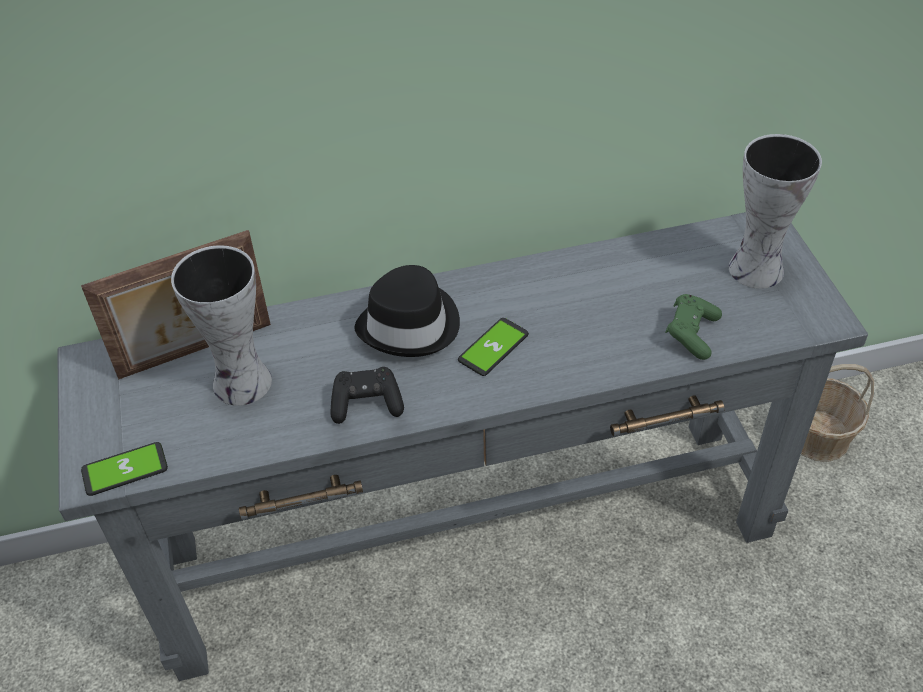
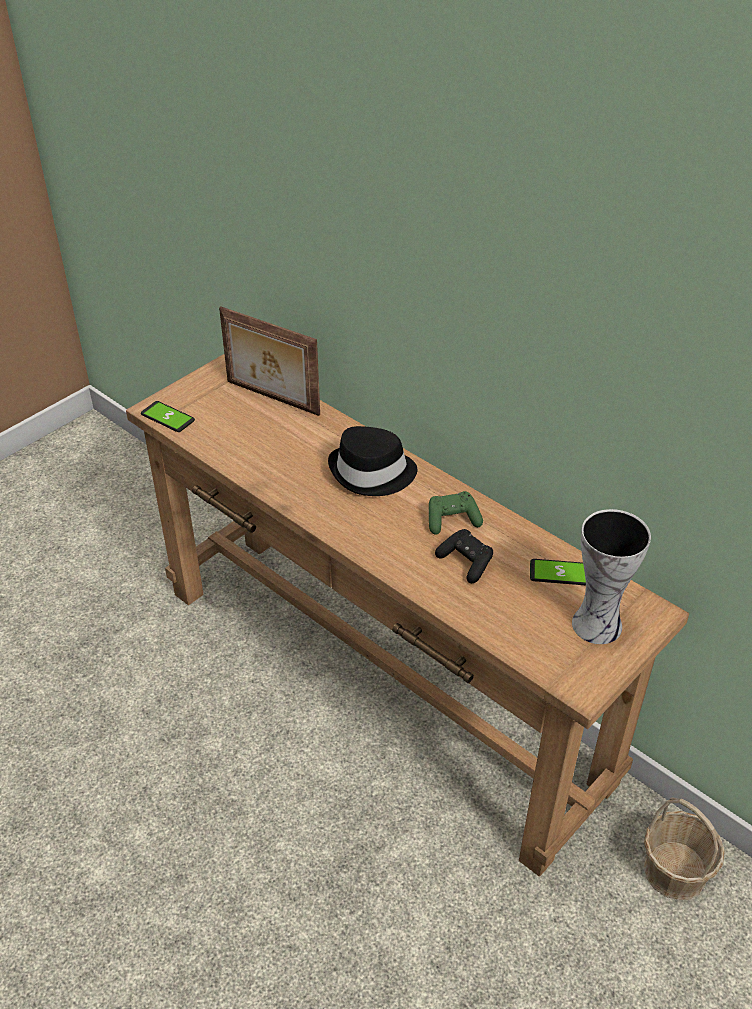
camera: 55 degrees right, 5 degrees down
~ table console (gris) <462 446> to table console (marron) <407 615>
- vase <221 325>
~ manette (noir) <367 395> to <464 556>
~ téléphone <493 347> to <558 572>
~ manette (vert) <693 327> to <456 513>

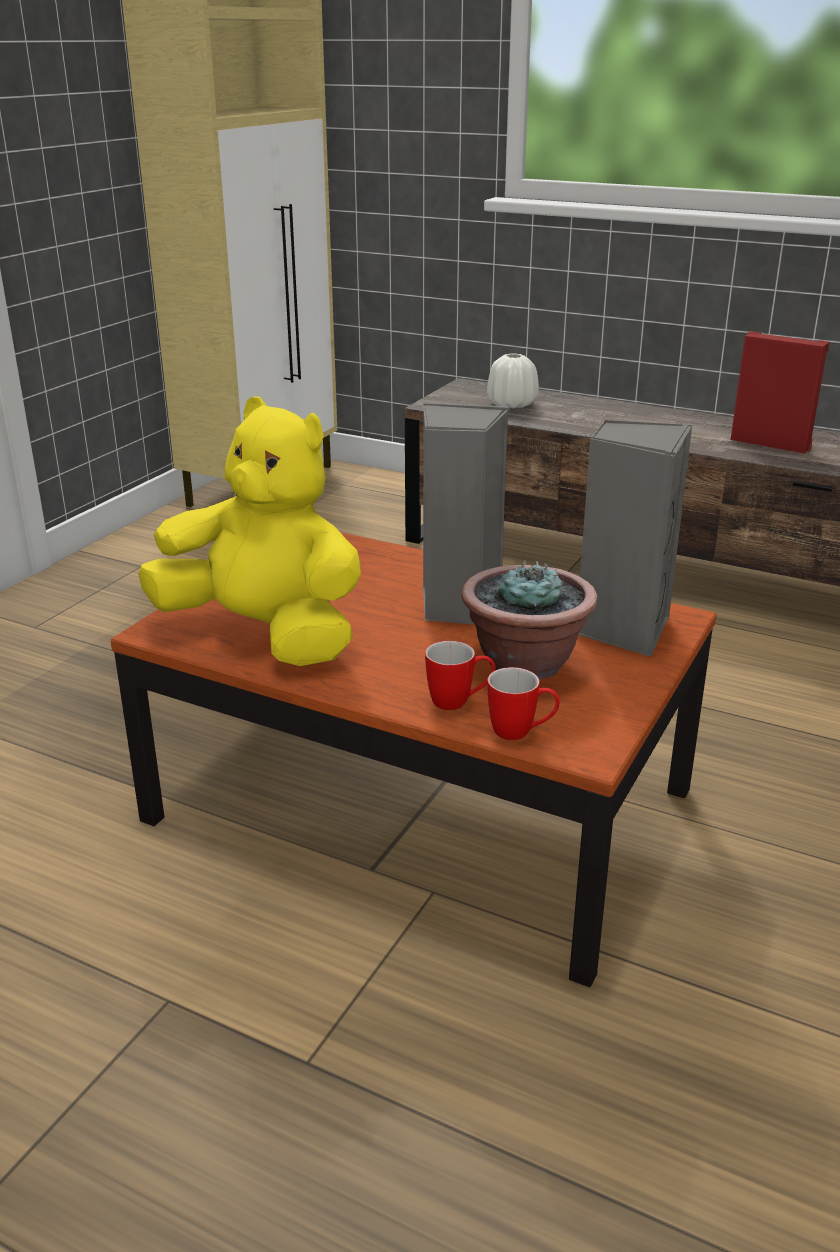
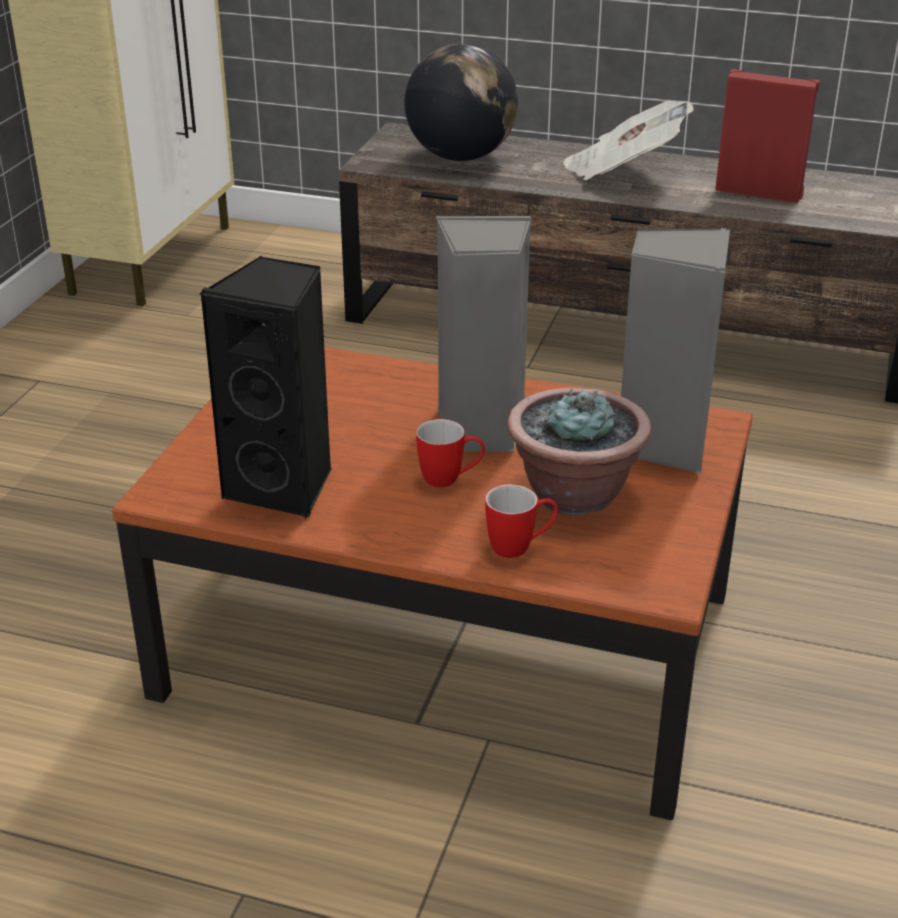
camera: 10 degrees left, 5 degrees up
~ peluche (jaune) <249 531> to enceinte (noir) <265 387>
~ vase (blanc) <513 380> to globe <461 102>
~ mug <523 703> to <450 453>
+ journal <628 140>

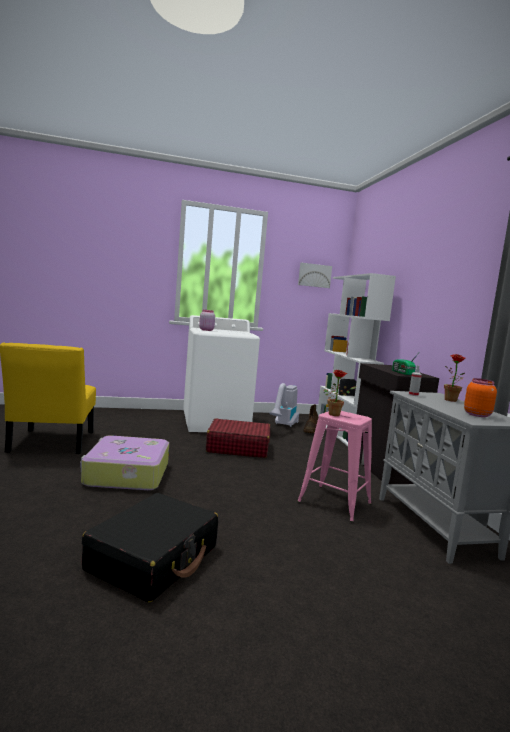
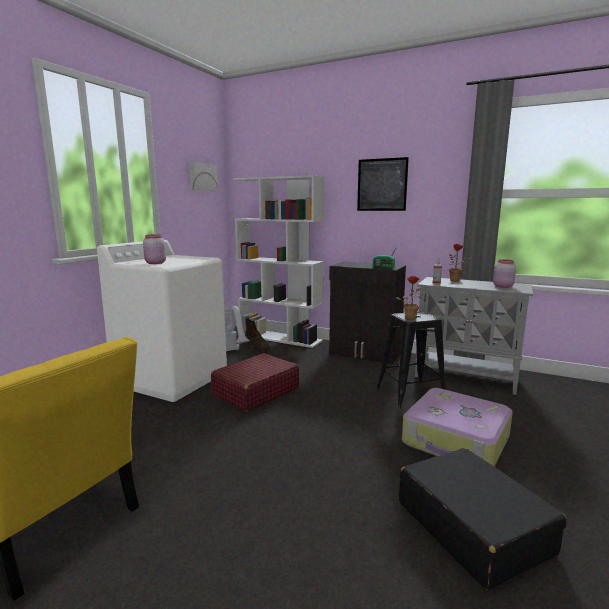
camera: 50 degrees left, 5 degrees up
~ valise <124 462> to <457 427>
~ tabouret (rose) <334 466> to tabouret (noir) <411 360>
~ bocal (orange) <480 397> to bocal (rose) <504 273>
+ tableau <383 184>

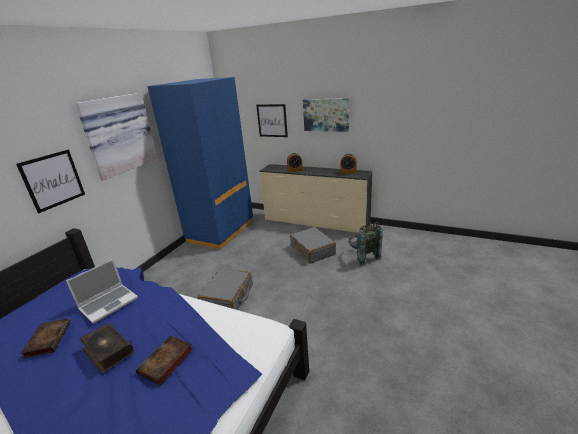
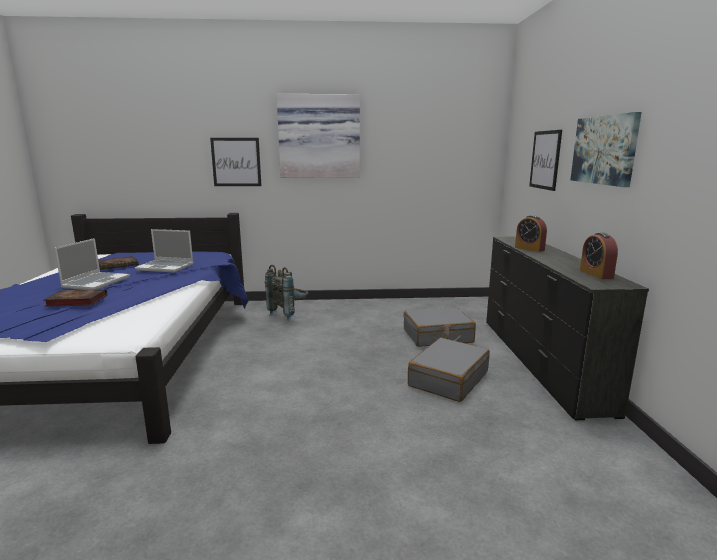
camera: 60 degrees right, 10 degrees down
~ livre <106 348> to ordinateur portable <92 264>
- armoire (bleu) <200 163>
~ valise (gris) <225 289> to <440 327>
~ commode (beige) <316 198> to commode (noir) <567 328>
~ sac à dos (gris) <365 244> to <286 293>

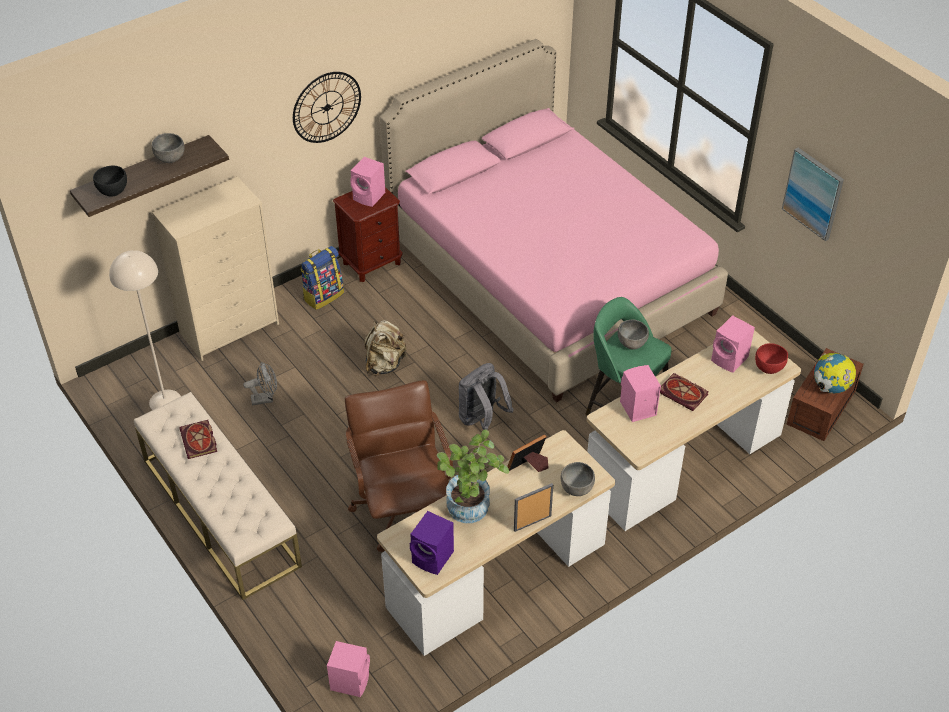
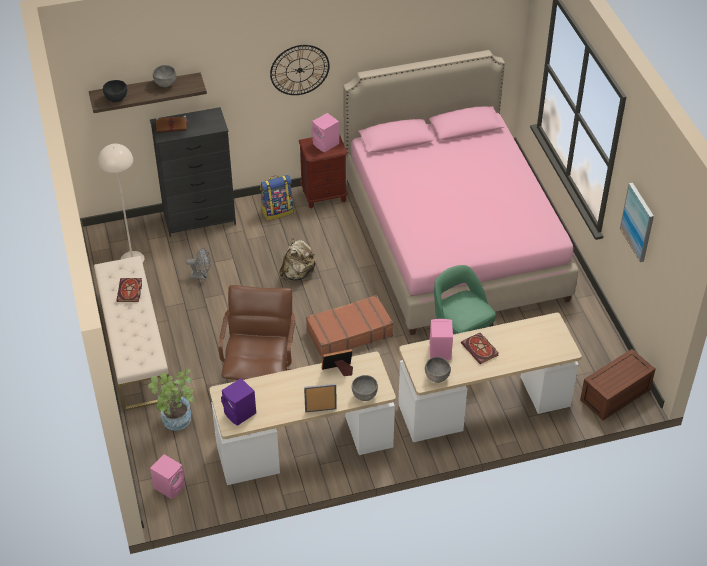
camera: 20 degrees right, 0 degrees up
~ commode (beige) <215 269> to commode (noir) <193 172>
~ plante en pot <473 476> to <171 400>
~ sac à dos (gris) <486 396> to valise (marron) <349 326>
~ bol (gris) <633 335> to <438 370>
- enceinte (rose) <733 344>
- bol (rouge) <771 358>
- globe <834 373>
+ livre (marron) <172 124>

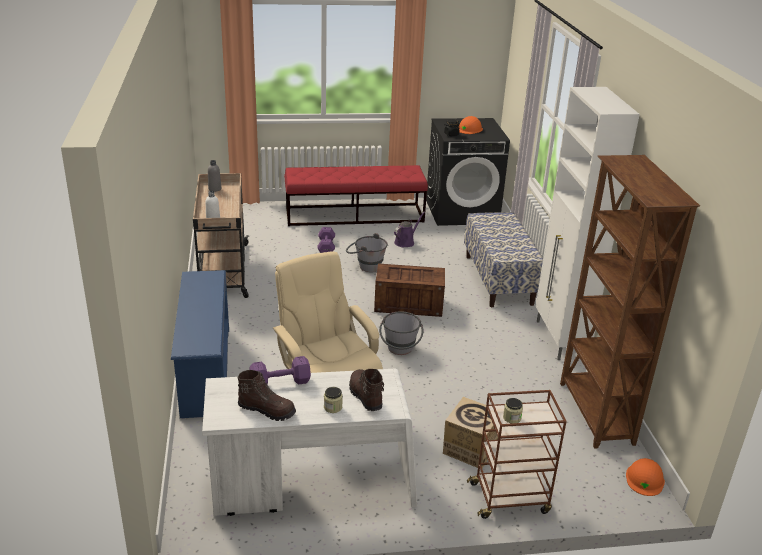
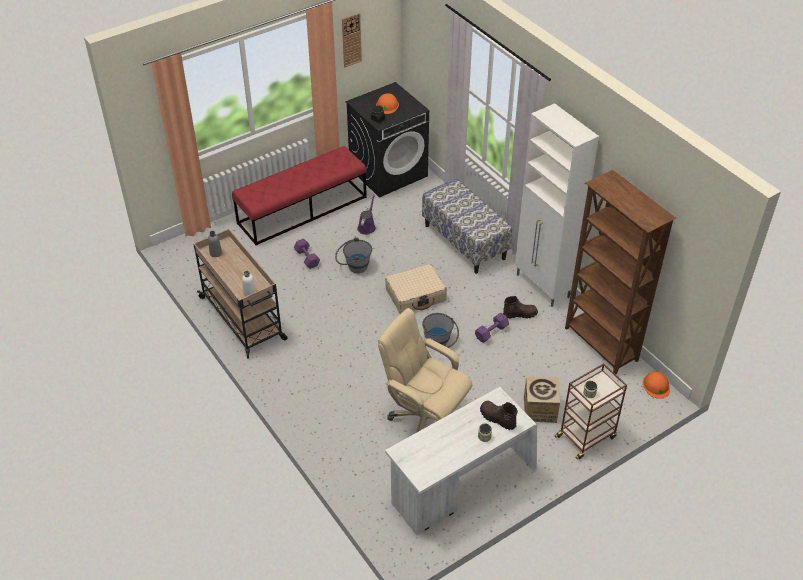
camera: 25 degrees left, 15 degrees up
- étagère à chaussures (bleu) <200 344>
~ botte (marron) <267 395> to <520 307>
~ haltère (violet) <280 370> to <492 328>
~ caisse <409 290> to valise (beige) <416 289>
+ horloge murale <352 40>

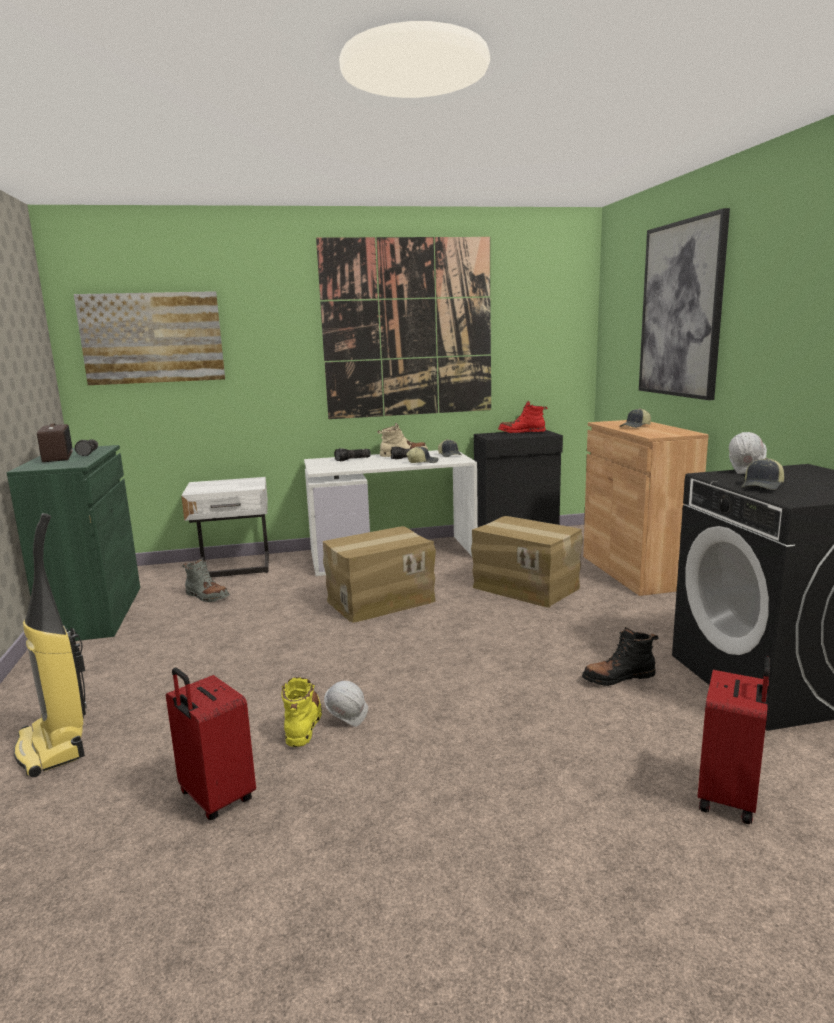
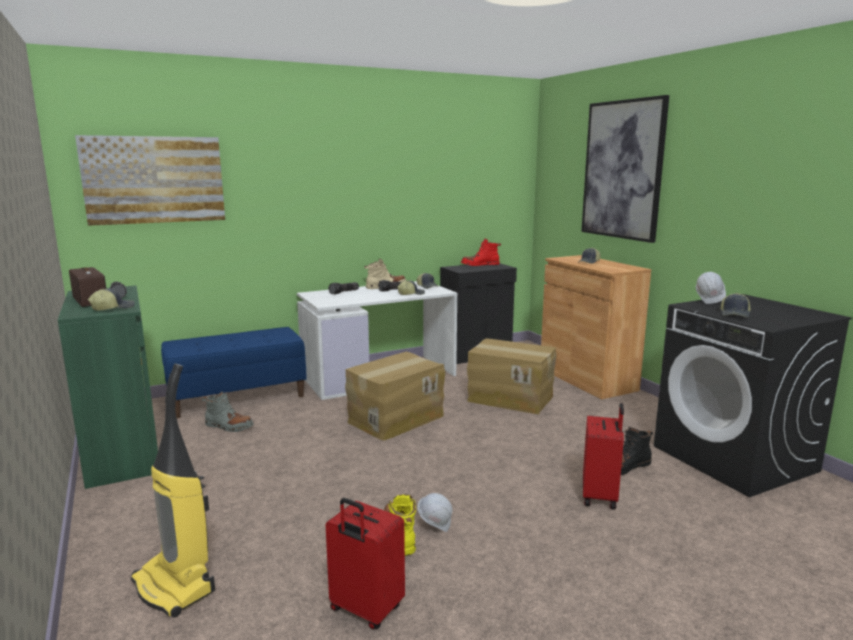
camera: 15 degrees left, 0 degrees up
~ table de chevet (blanc) <225 527> to banc (bleu) <234 372>
- tableau <403 328>
~ valise (rouge) <734 740> to <603 456>
+ casquette <111 300>

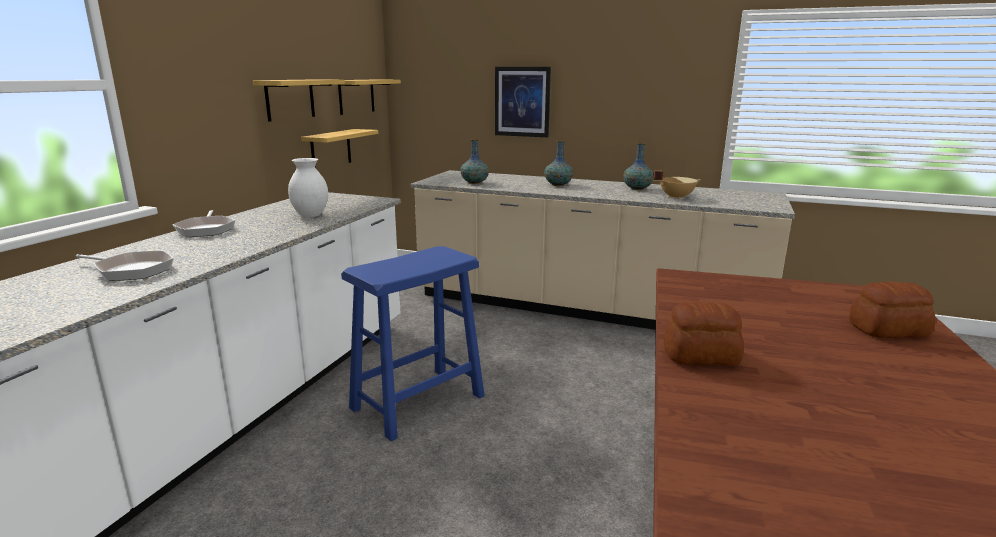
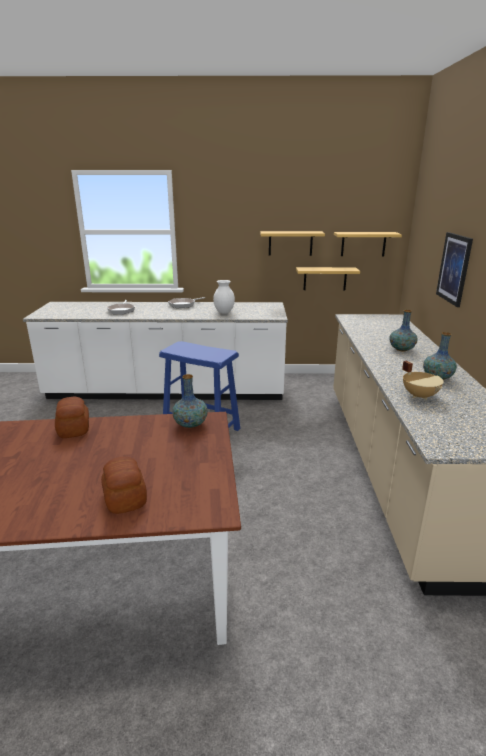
camera: 70 degrees right, 5 degrees up
~ vase <474 161> to <190 401>

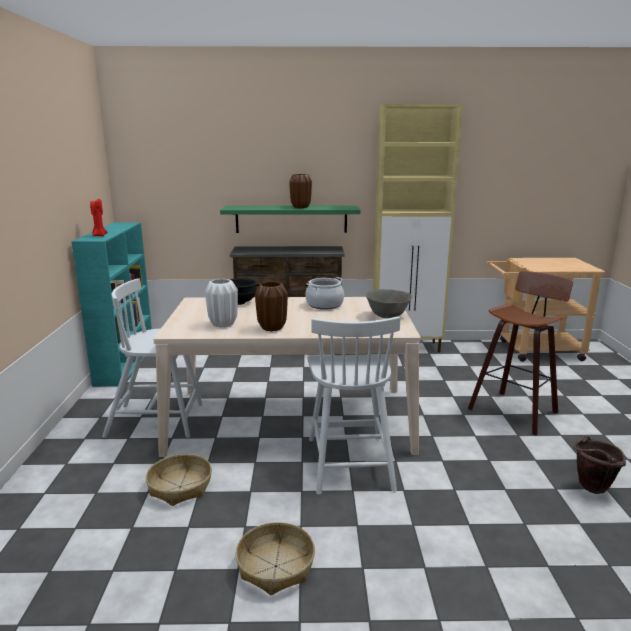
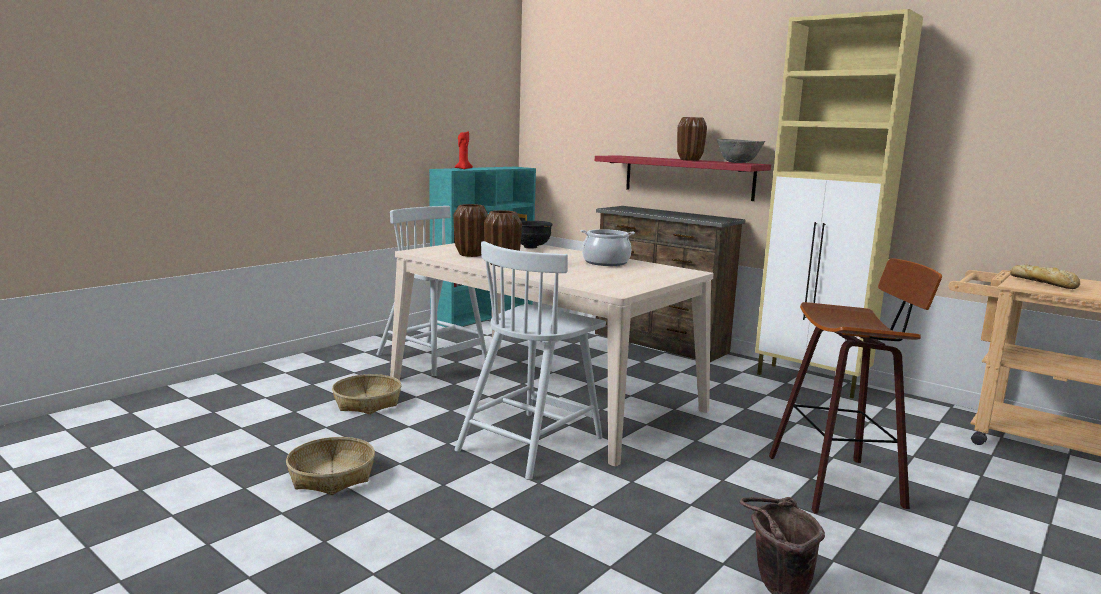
camera: 40 degrees right, 5 degrees down
~ vase (blanc) <221 303> to vase (marron) <470 230>
~ étagère (vert) <290 219> to étagère (rouge) <683 178>
~ bol (gris) <389 303> to <741 151>
+ pain <1045 276>

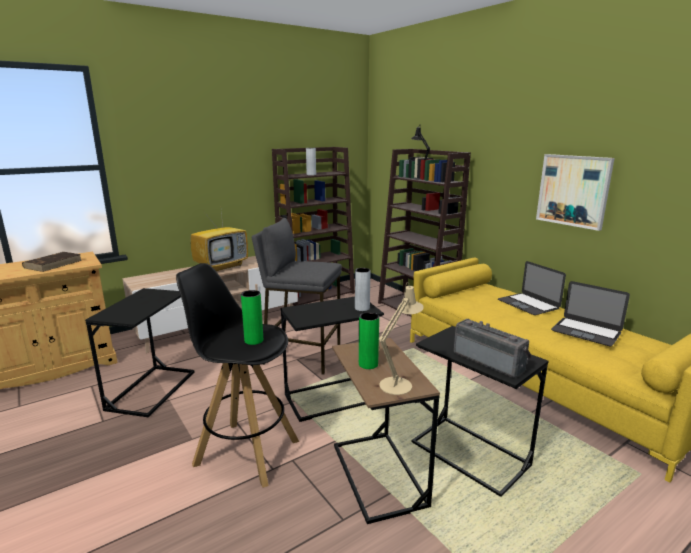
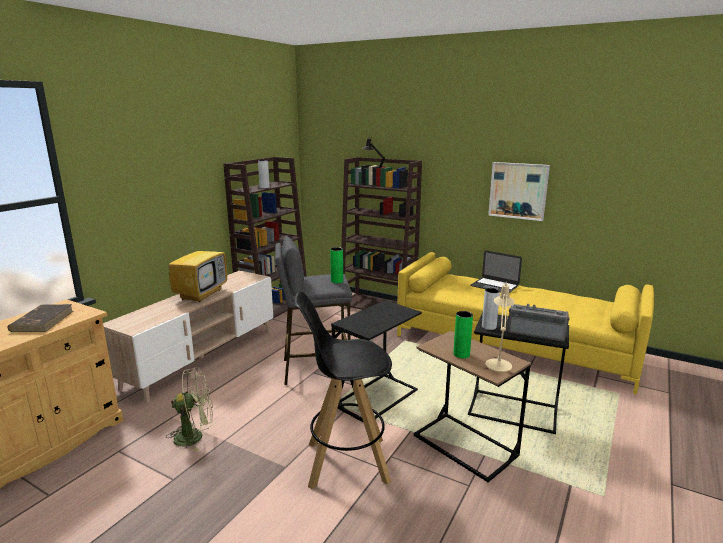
camera: 25 degrees left, 0 degrees up
~ table d'appoint (noir) <139 352> to ventilateur (vert) <189 409>
~ vase (vert) <252 317> to <336 265>
~ vase (gris) <362 289> to <491 309>
- ordinateur portable <590 313>

